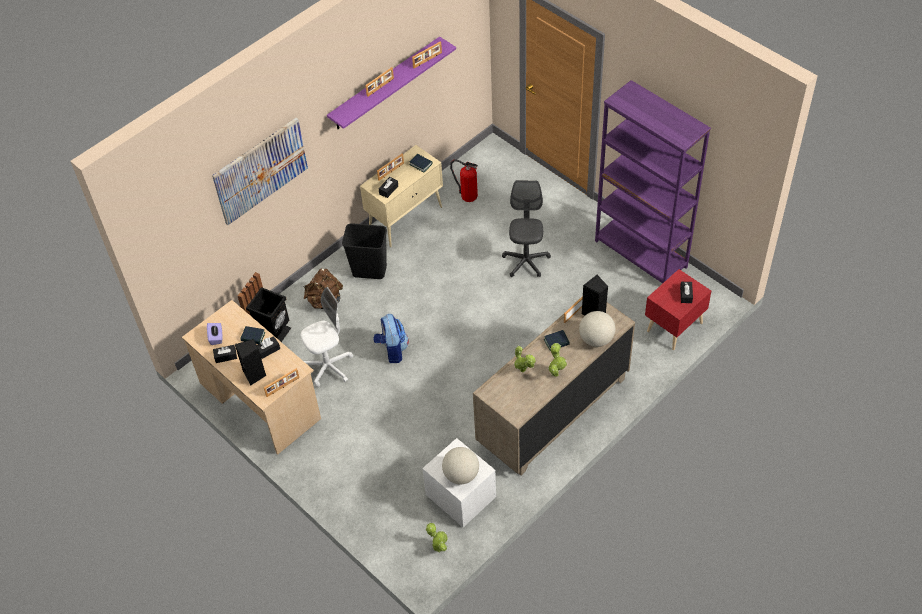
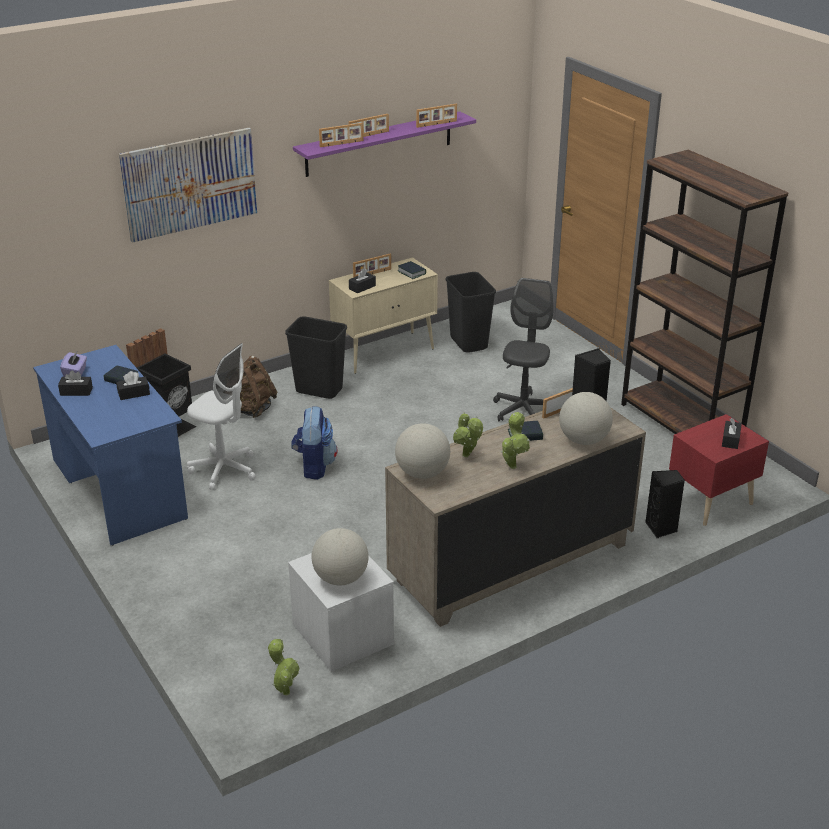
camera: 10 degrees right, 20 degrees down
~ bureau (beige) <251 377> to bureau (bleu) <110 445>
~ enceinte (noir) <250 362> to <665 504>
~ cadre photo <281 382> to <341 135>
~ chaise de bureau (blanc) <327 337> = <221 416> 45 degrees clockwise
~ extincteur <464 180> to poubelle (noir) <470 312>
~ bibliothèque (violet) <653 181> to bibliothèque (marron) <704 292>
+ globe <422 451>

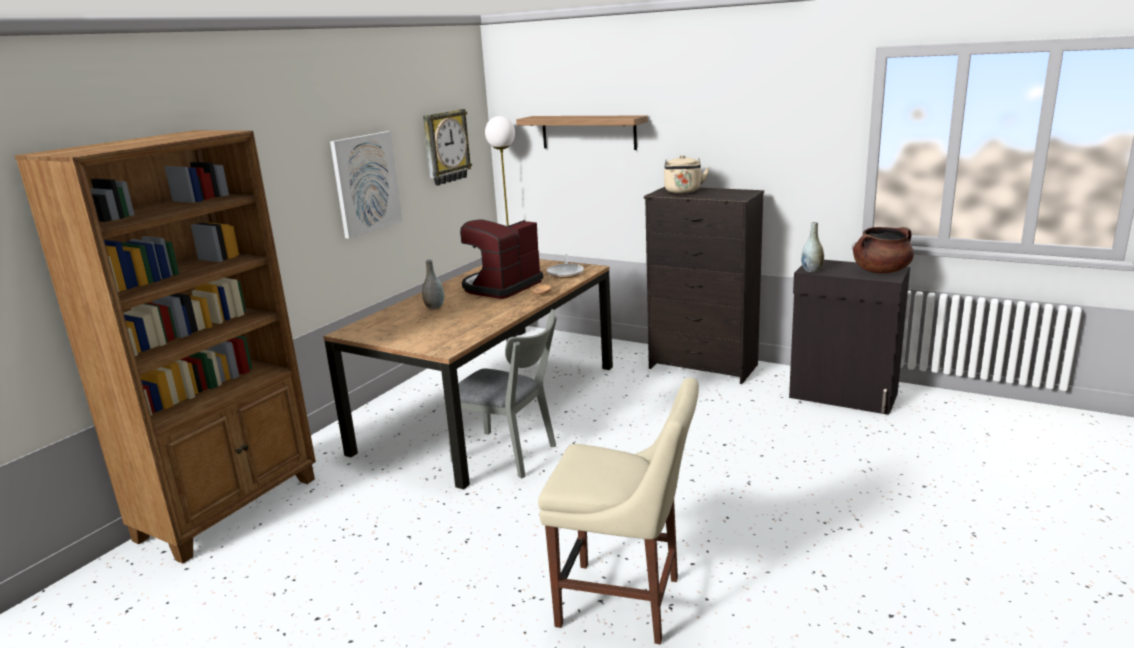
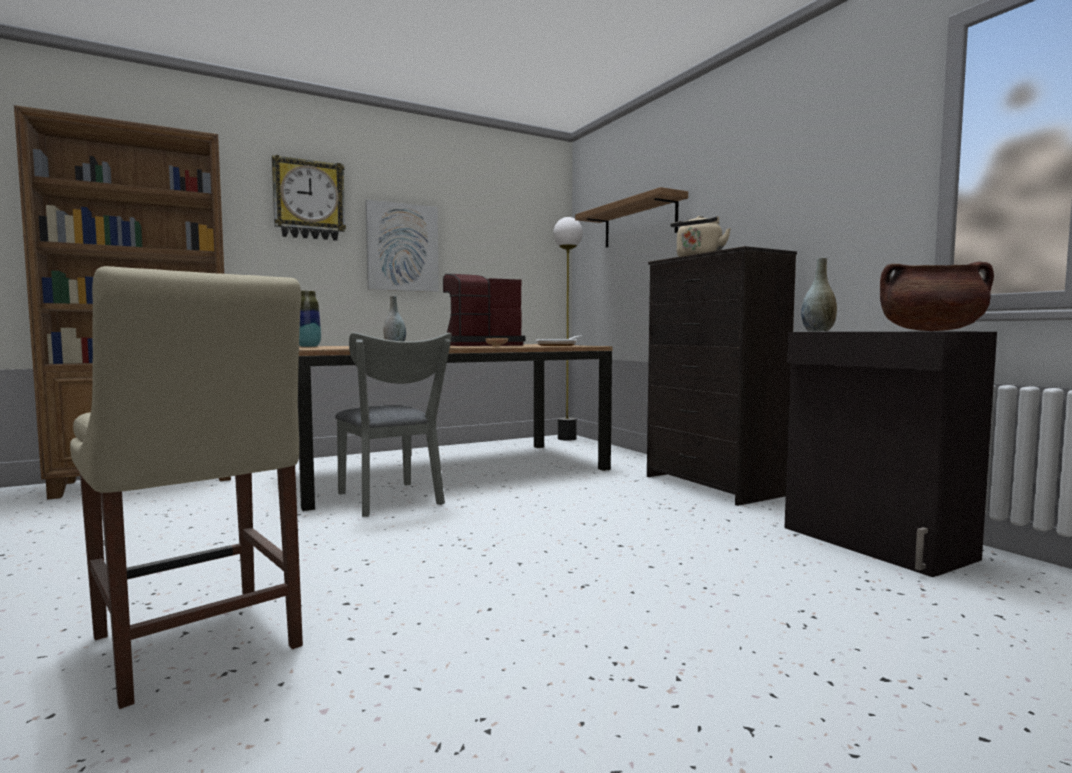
camera: 30 degrees right, 15 degrees down
~ horloge murale <447 147> to <309 198>
+ vase <310 318>

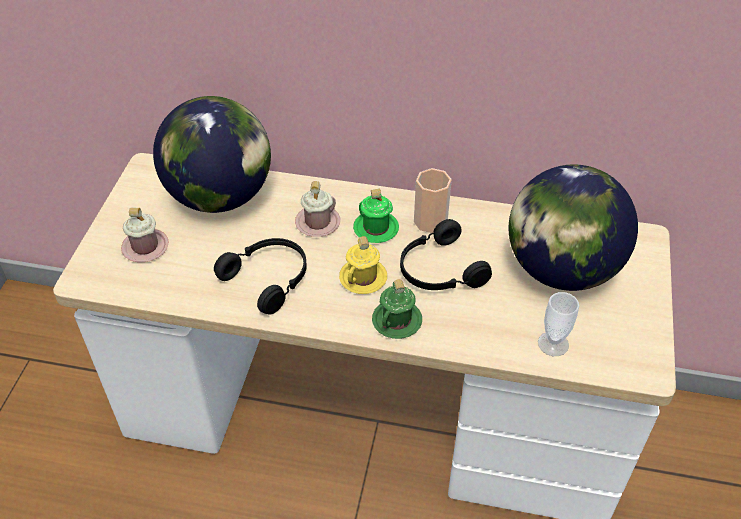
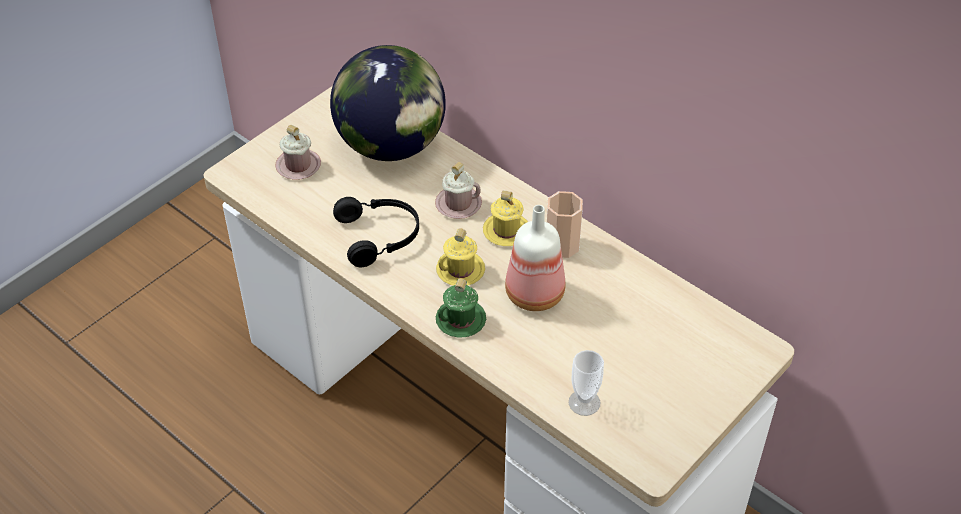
camera: 30 degrees right, 0 degrees up
~ mug (vert) <376 215> to mug (jaune) <505 218>
~ casque audio (noir) <446 254> to bouteille <535 258>
- globe <573 228>

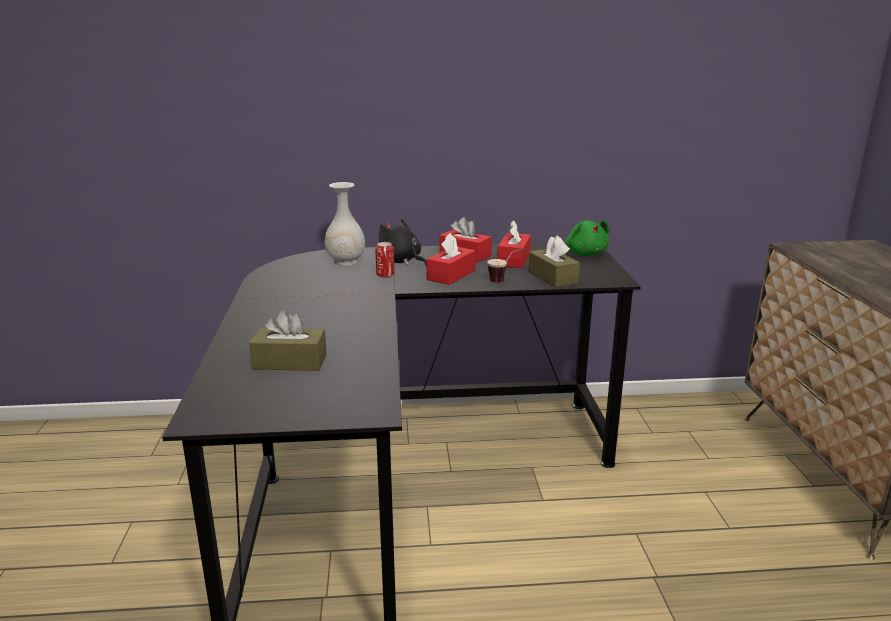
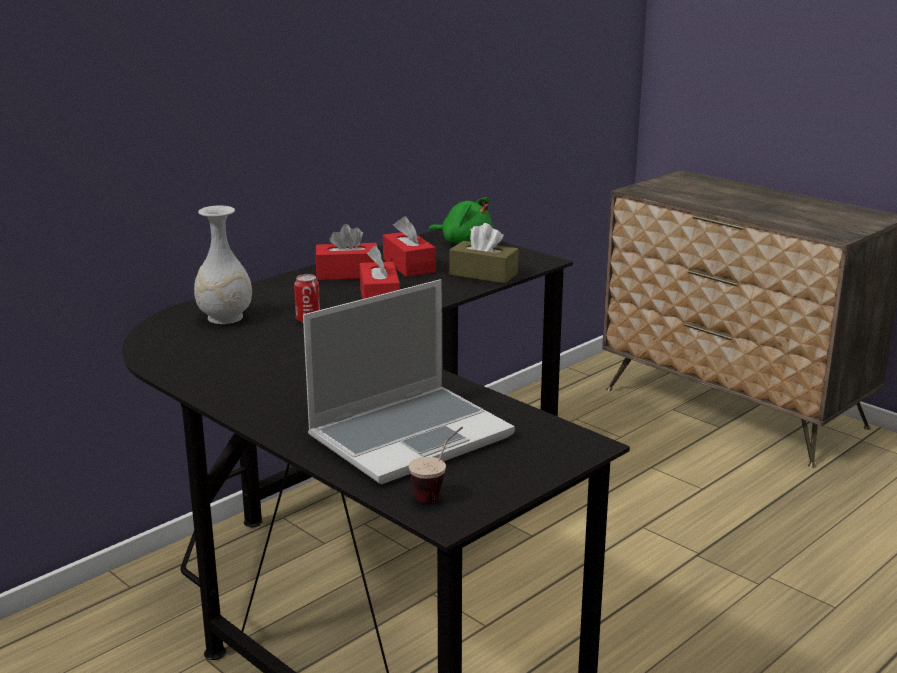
camera: 40 degrees left, 0 degrees up
~ boîte à mouchoirs (marron) <288 340> to ordinateur portable <409 381>
- peluche (noir) <403 242>
~ tasse <505 265> to <436 465>

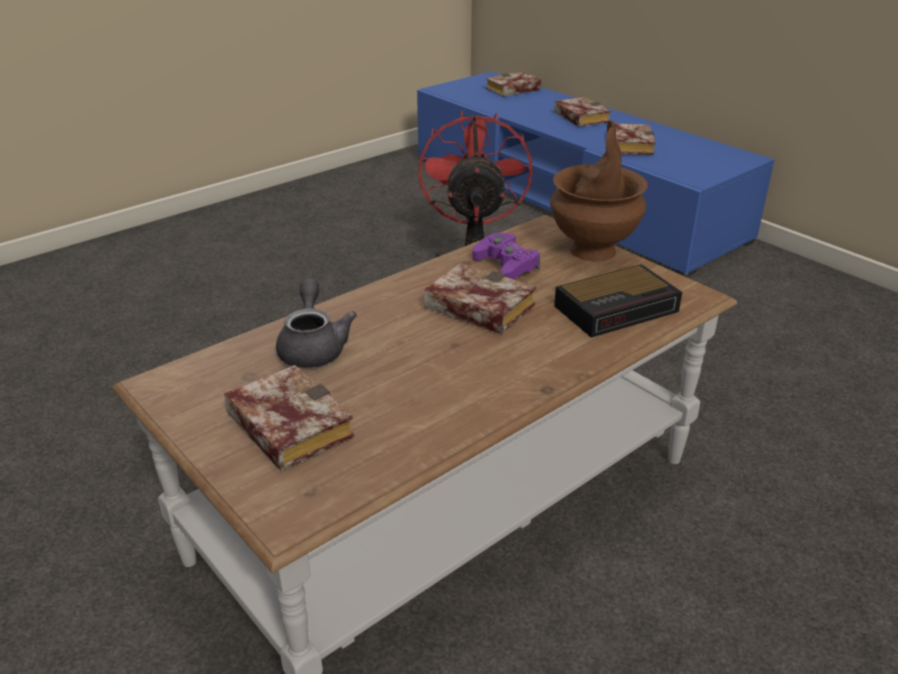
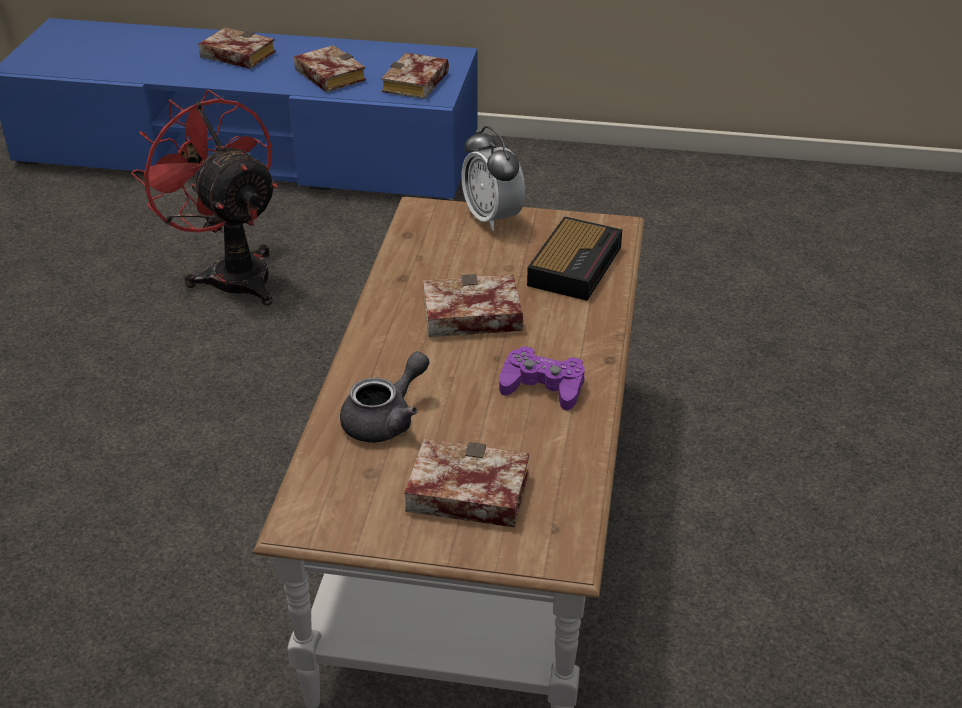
camera: 40 degrees left, 5 degrees up
~ théière (gris) <316 323> = <384 397> 90 degrees clockwise
~ manette (violet) <506 256> to <542 378>
~ livre <514 84> to <415 76>
~ vase (marron) <599 191> to réveil <493 178>

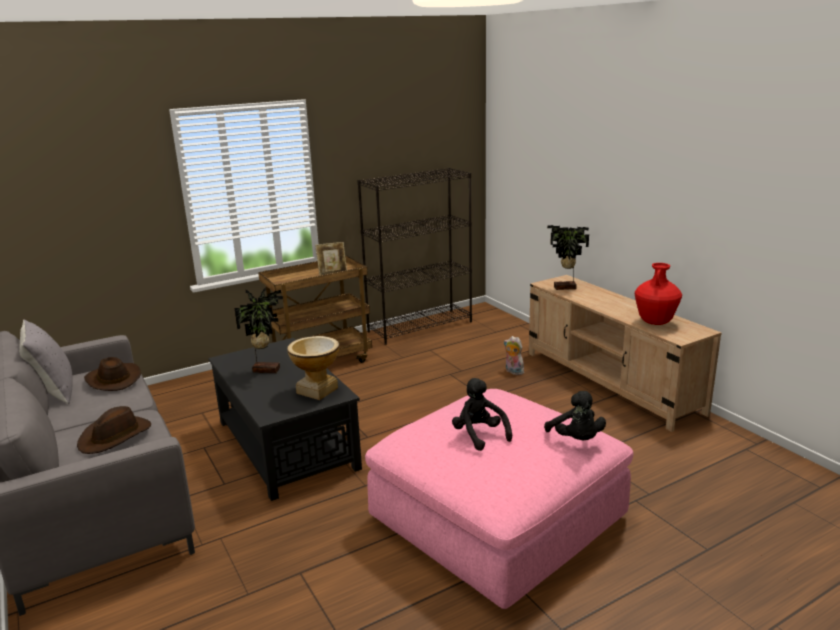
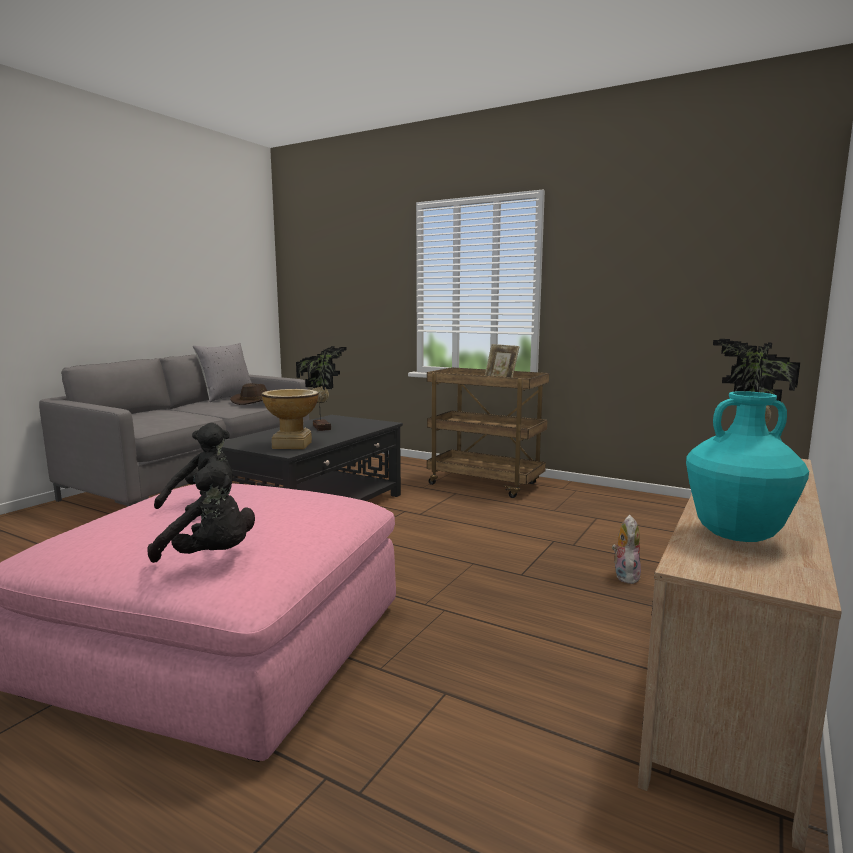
camera: 60 degrees right, 10 degrees down
- chapeau (marron) <114 430>
- bibliothèque (noir) <414 256>
~ peluche (noir) <575 415> = <201 512> 105 degrees counterclockwise
~ vase (rouge) <658 294> to vase (turquoise) <747 466>

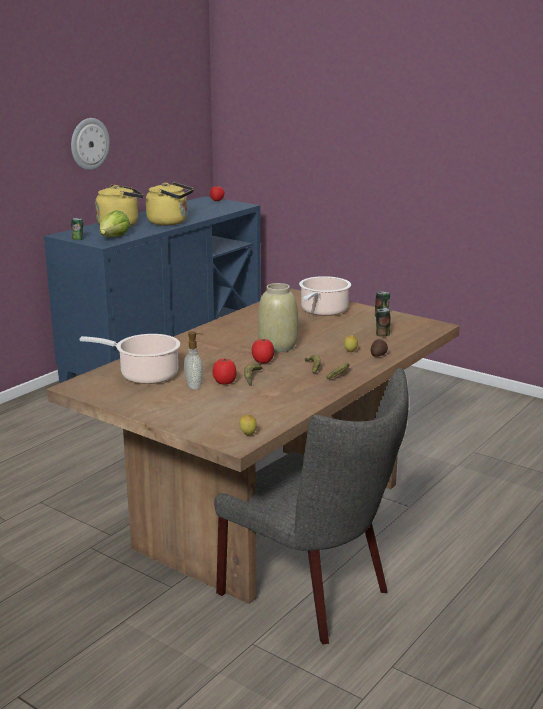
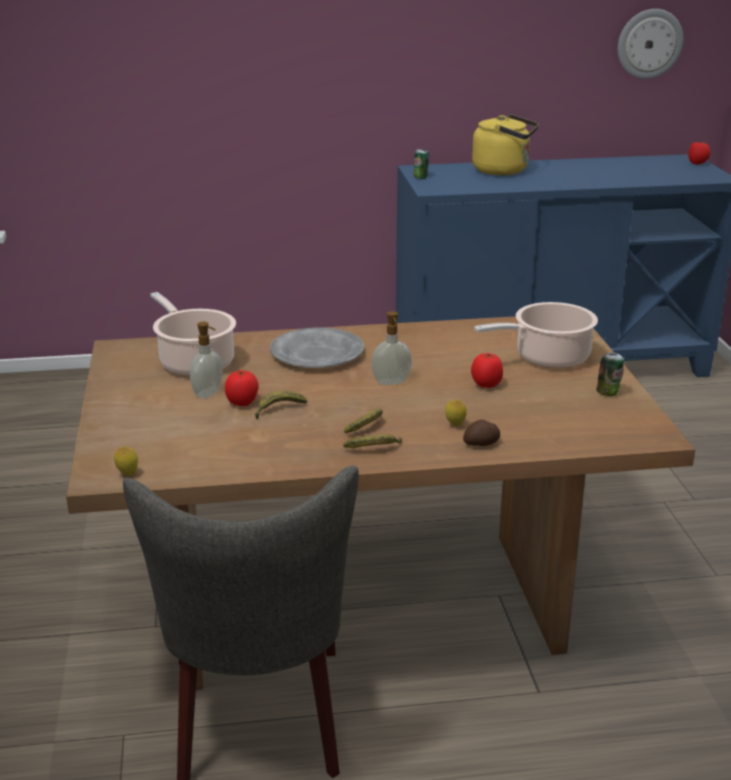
camera: 45 degrees right, 5 degrees up
~ horloge murale <90 144> to <650 44>
- laitue <114 223>
- bouilloire (jaune) <170 203>
~ tomate <263 351> to <487 370>
~ vase (beige) <278 317> to distributeur de savon <391 348>
- boîte métallique <383 322>
+ assiette (gris) <317 347>

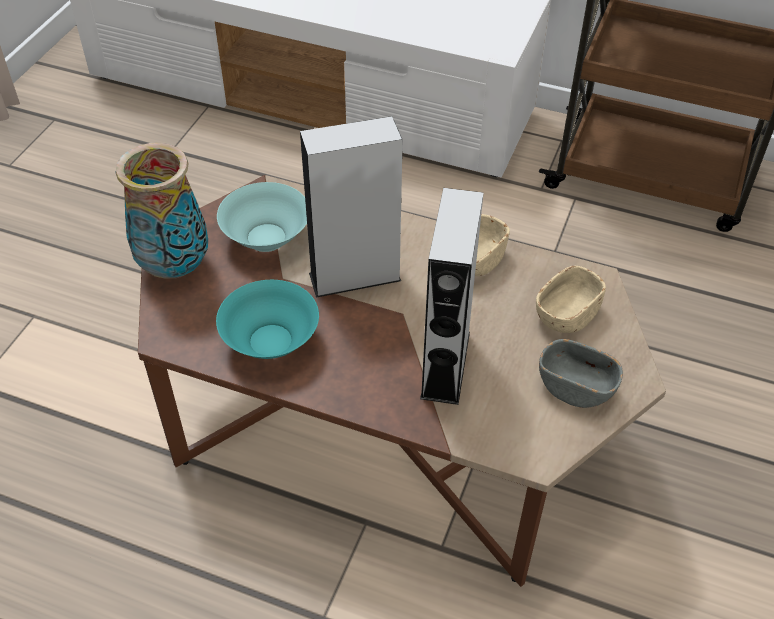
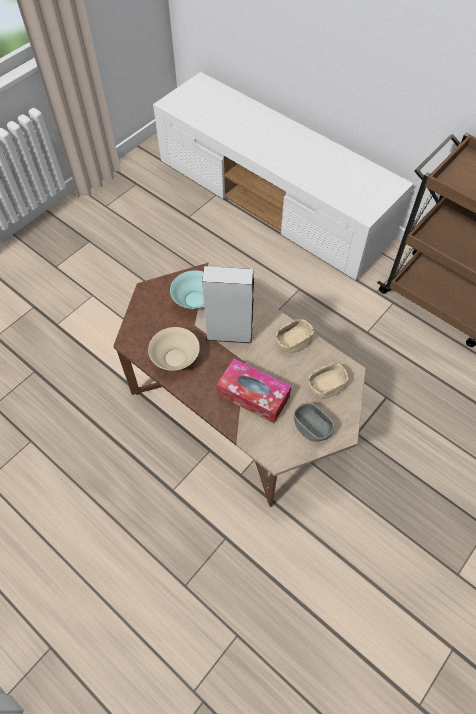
camera: 20 degrees right, 10 degrees up
- vase <162 211>
~ bol (turquoise) <267 319> to bol (beige) <174 348>
~ enceinte (gris) <452 296> to boîte à mouchoirs <254 391>

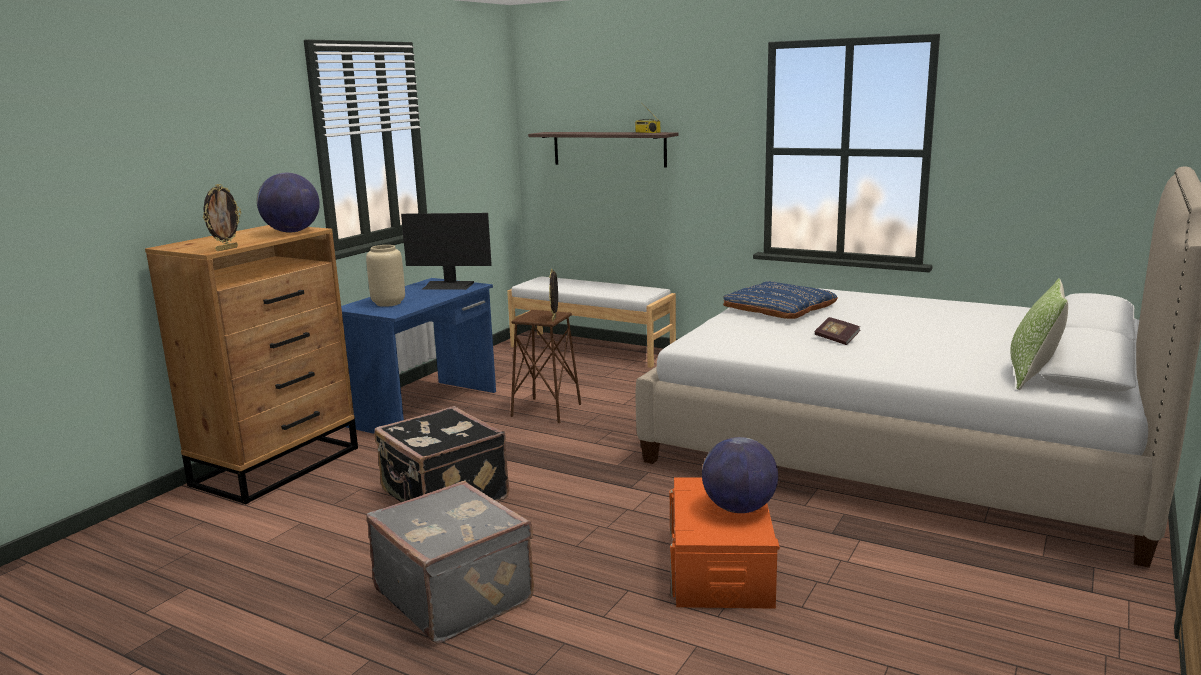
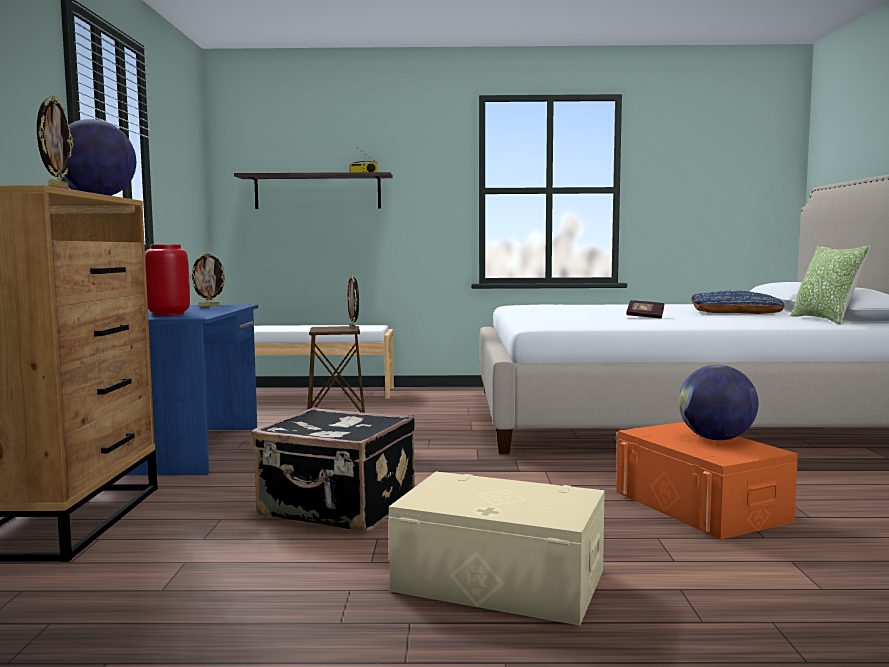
camera: 30 degrees left, 10 degrees down
~ vase (beige) <385 276> to vase (rouge) <167 280>
~ valise (gris) <450 562> to boîte de rangement (beige) <497 549>
~ écran d'ordinateur <446 251> to cadre photo <208 279>
~ coussin (bleu) <780 300> to <737 302>

